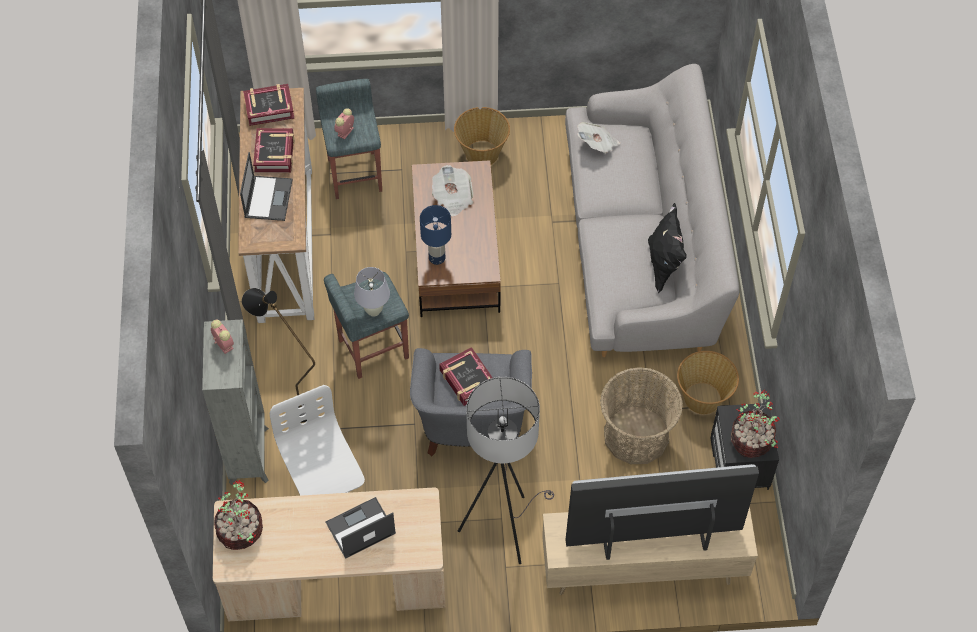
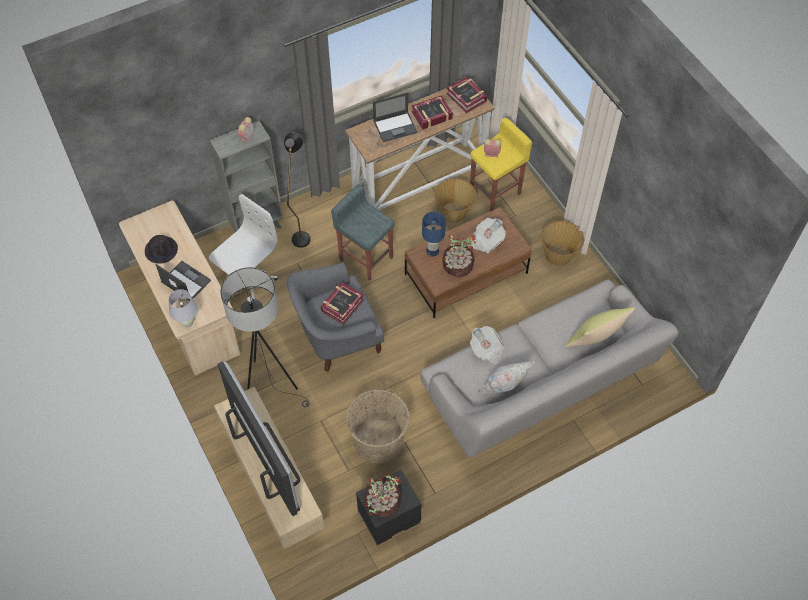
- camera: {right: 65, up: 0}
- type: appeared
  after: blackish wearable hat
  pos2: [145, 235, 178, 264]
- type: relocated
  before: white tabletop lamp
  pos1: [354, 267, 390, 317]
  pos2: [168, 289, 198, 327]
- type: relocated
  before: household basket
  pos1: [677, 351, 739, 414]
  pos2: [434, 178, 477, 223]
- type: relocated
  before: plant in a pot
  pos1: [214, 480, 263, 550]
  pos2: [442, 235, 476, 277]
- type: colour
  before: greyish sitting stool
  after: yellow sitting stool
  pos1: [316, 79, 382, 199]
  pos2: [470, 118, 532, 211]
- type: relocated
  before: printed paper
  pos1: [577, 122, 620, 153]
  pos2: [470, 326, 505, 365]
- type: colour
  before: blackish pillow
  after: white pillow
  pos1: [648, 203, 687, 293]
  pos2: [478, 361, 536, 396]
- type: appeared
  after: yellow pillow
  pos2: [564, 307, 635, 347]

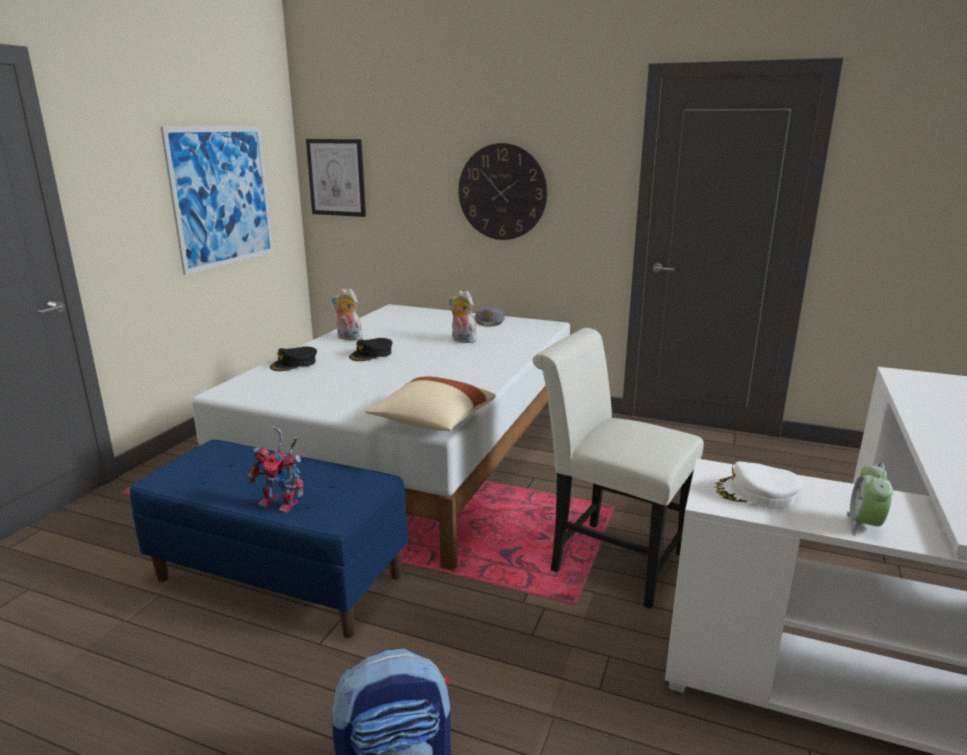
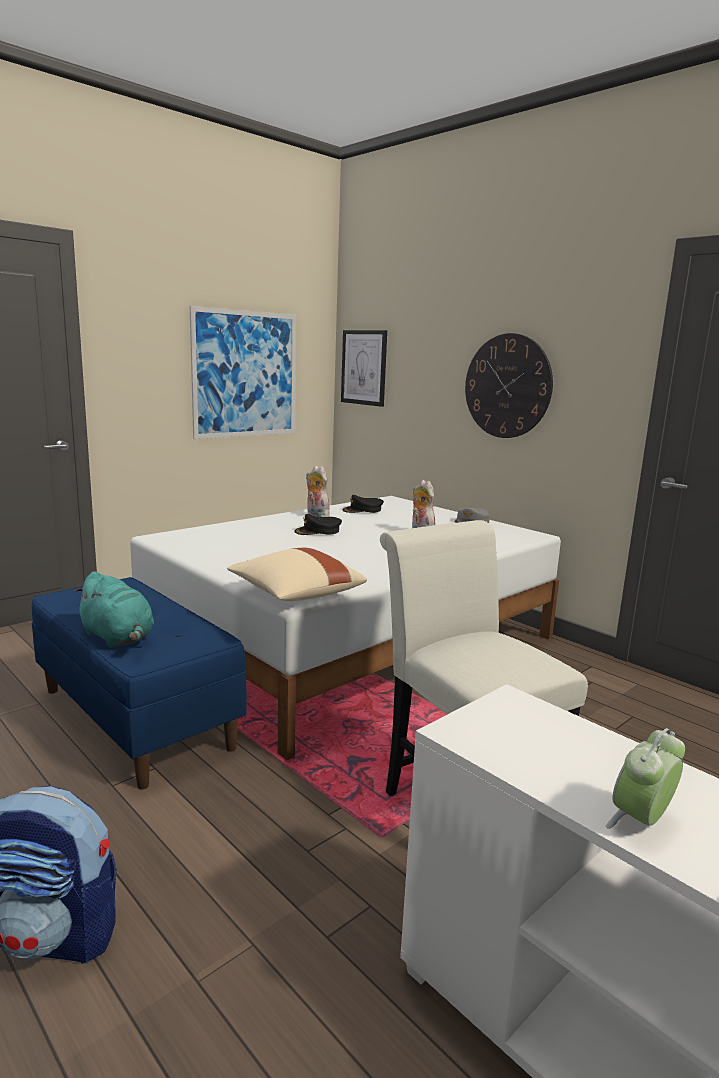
- camera: {right: 25, up: -5}
- type: exchanged
  before: robot figure
  after: blue-green cuddly toy
  pos1: [247, 426, 304, 513]
  pos2: [74, 571, 154, 648]
- type: relocated
  before: blackish baseball cap
  pos1: [270, 346, 317, 371]
  pos2: [342, 495, 384, 513]
- type: missing
  before: white baseball cap
  pos1: [713, 461, 803, 508]

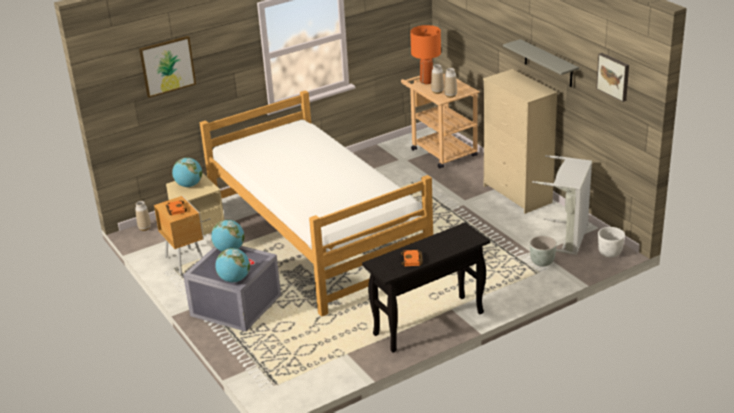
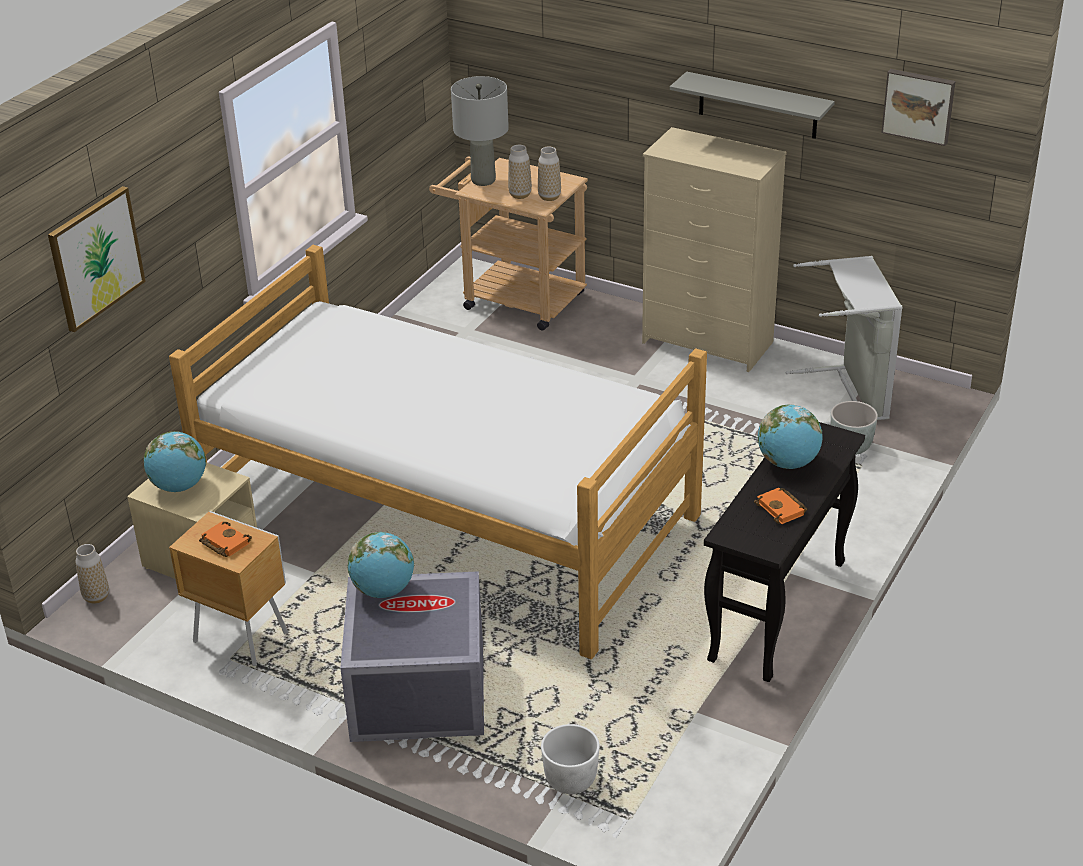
- camera: {right: -30, up: 5}
- type: colour
  before: orangey tabletop lamp
  after: greyish tabletop lamp
  pos1: [410, 25, 441, 84]
  pos2: [451, 76, 509, 186]
- type: relocated
  before: white flower pot
  pos1: [598, 227, 625, 257]
  pos2: [541, 724, 600, 794]
- type: relocated
  before: world globe
  pos1: [215, 248, 250, 282]
  pos2: [758, 404, 822, 469]

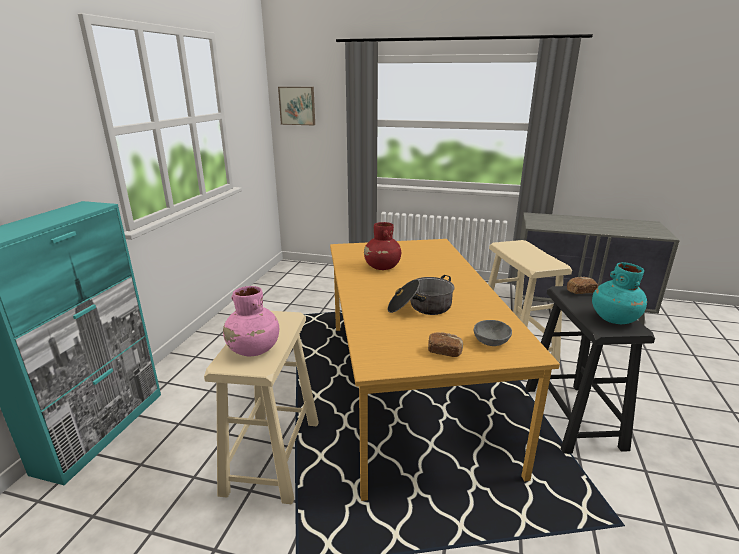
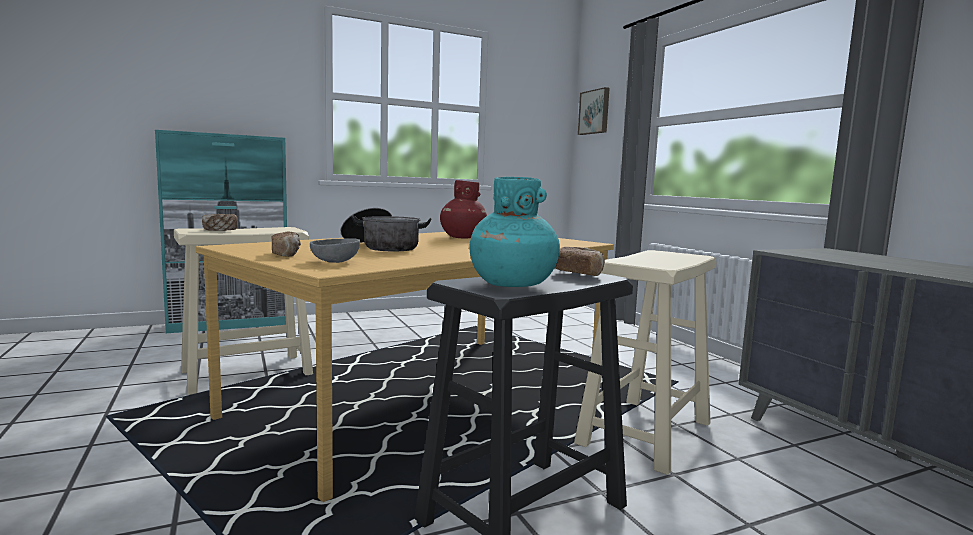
- camera: {right: 50, up: -15}
- type: exchanged
  before: pink-coloured vase
  after: bakery bread
  pos1: [223, 286, 279, 356]
  pos2: [202, 214, 238, 231]

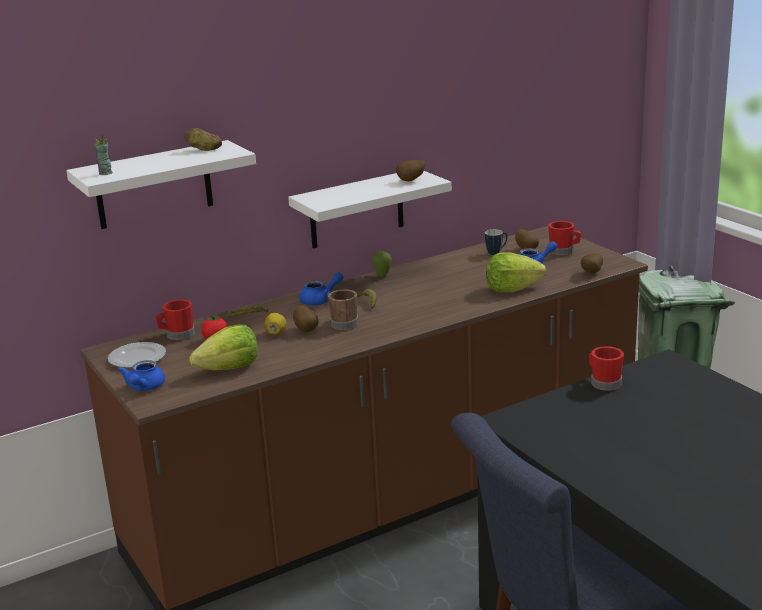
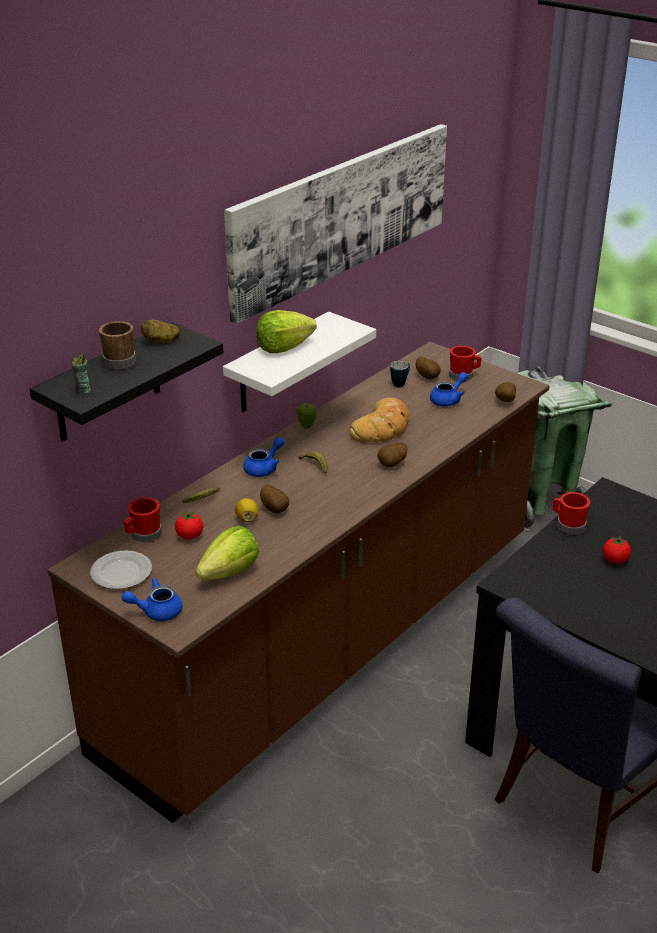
- camera: {right: -20, up: 10}
- type: colour
  before: white wall shelf
  after: blackish wall shelf
  pos1: [66, 140, 256, 229]
  pos2: [30, 322, 224, 442]
- type: relocated
  before: brown-coloured mug
  pos1: [328, 289, 358, 330]
  pos2: [99, 321, 136, 369]
- type: spun
  before: bluish pot for tea
  pos1: [118, 360, 165, 391]
  pos2: [122, 578, 182, 621]
  turn: 90
- type: appeared
  after: picture
  pos2: [224, 124, 447, 324]
- type: relocated
  before: head of lettuce
  pos1: [486, 252, 546, 293]
  pos2: [256, 310, 317, 353]
- type: appeared
  after: bakery bread
  pos2: [350, 397, 410, 442]
- type: relocated
  before: whole potato
  pos1: [396, 160, 425, 181]
  pos2: [377, 443, 407, 467]
- type: appeared
  after: tomato
  pos2: [603, 536, 631, 564]

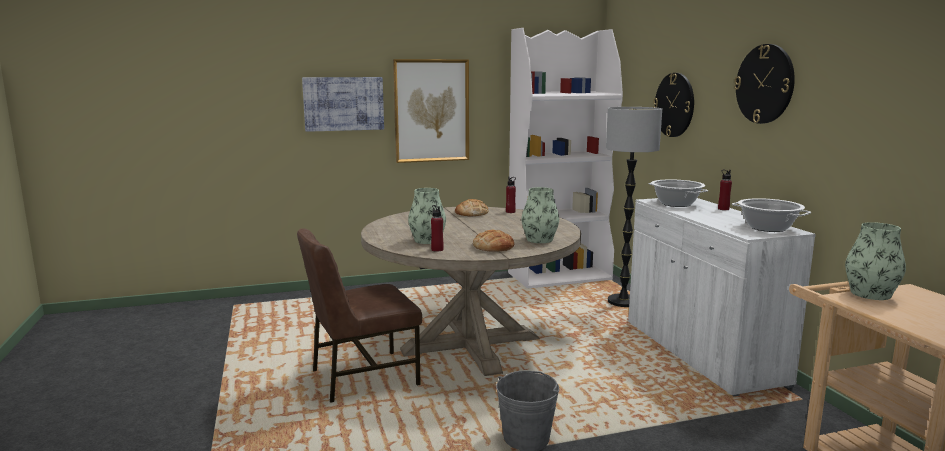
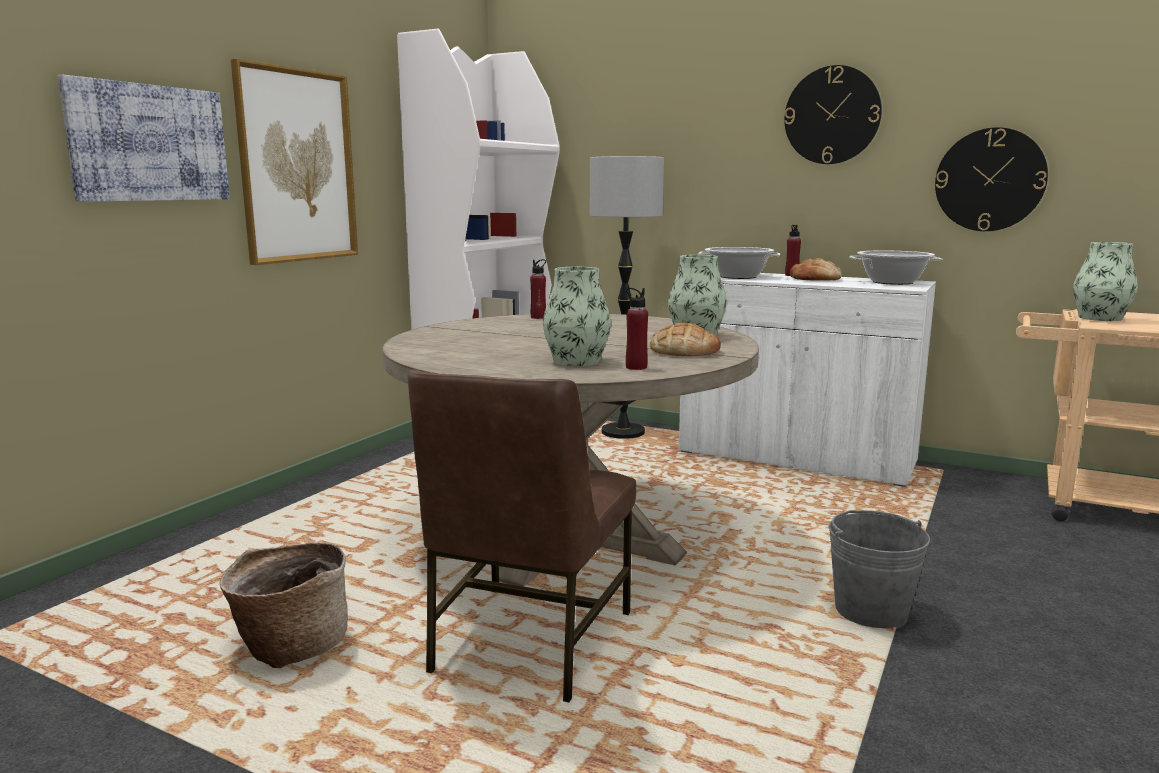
- camera: {right: -45, up: 0}
- type: appeared
  after: household basket
  pos2: [219, 542, 348, 668]
- type: relocated
  before: bakery bread
  pos1: [455, 199, 488, 216]
  pos2: [790, 258, 842, 280]
- type: relocated
  before: wall clock
  pos1: [653, 73, 694, 137]
  pos2: [935, 127, 1048, 231]

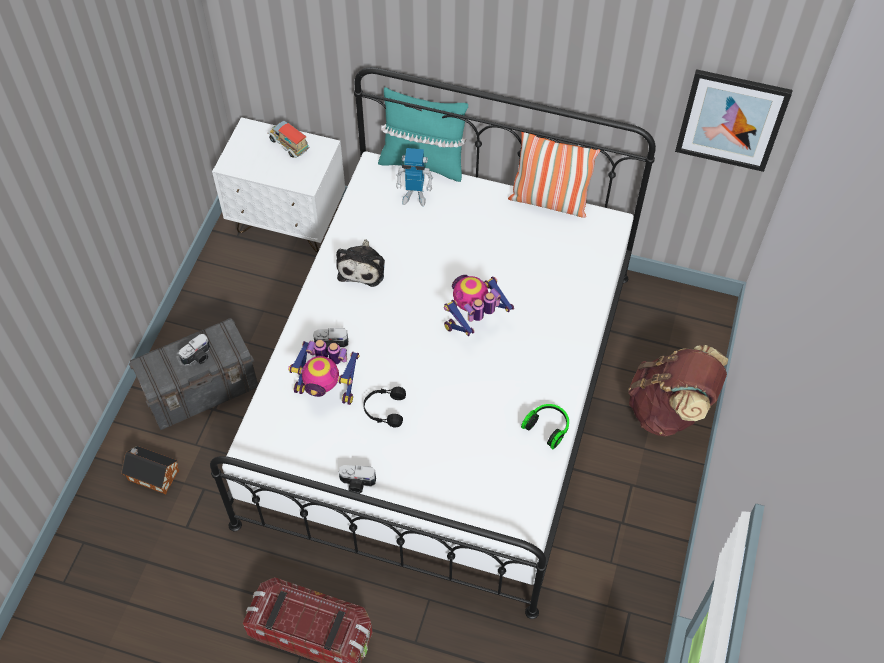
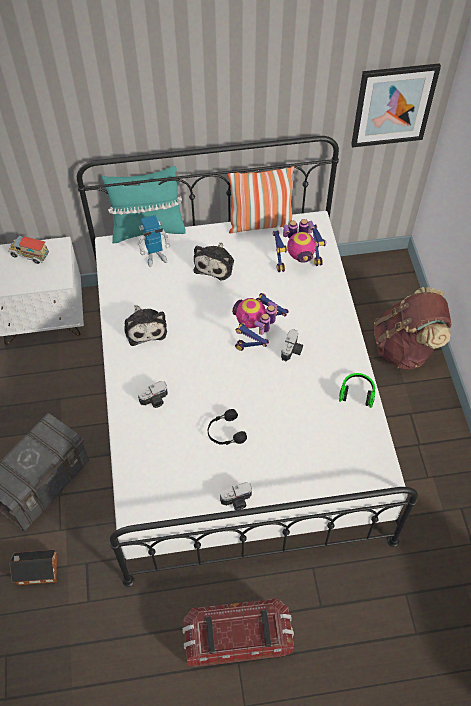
- camera: {right: -25, up: 0}
- type: appeared
  after: cuddly toy
  pos2: [194, 242, 234, 280]
- type: relocated
  before: robot figure
  pos1: [288, 340, 360, 405]
  pos2: [272, 219, 327, 272]
- type: relocated
  before: still camera
  pos1: [179, 334, 210, 365]
  pos2: [281, 329, 303, 362]

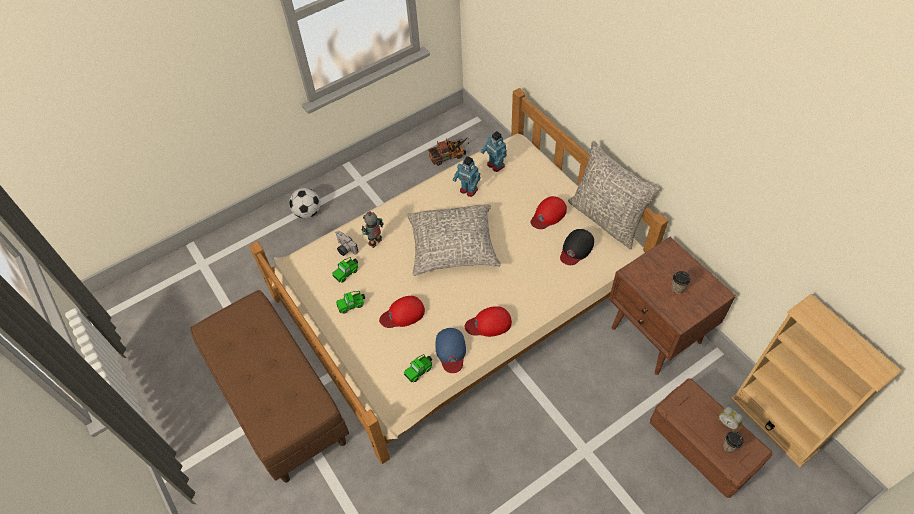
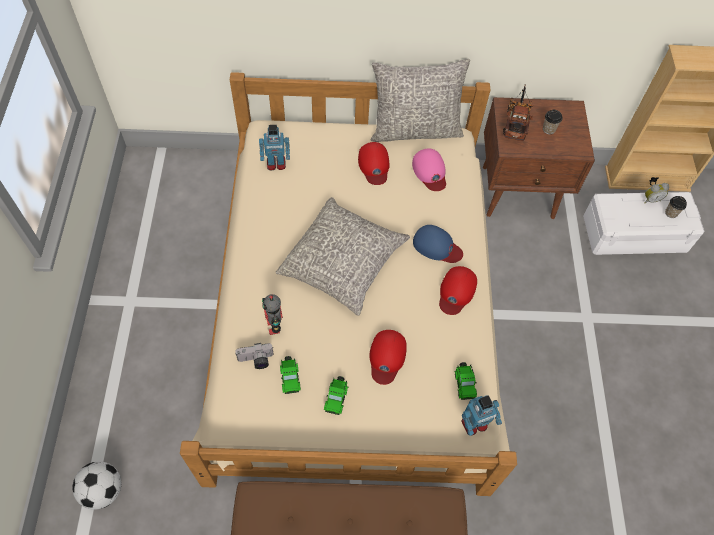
- camera: {right: -60, up: 5}
- type: relocated
  before: football ball
  pos1: [289, 188, 320, 218]
  pos2: [72, 461, 121, 510]
- type: colour
  before: blackish baseball cap
  after: pink-coloured baseball cap
  pos1: [560, 229, 594, 265]
  pos2: [412, 149, 446, 191]
- type: relocated
  before: bluish baseball cap
  pos1: [435, 328, 466, 373]
  pos2: [413, 225, 463, 263]
- type: relocated
  before: robot figure
  pos1: [453, 156, 480, 197]
  pos2: [461, 395, 502, 436]
- type: relocated
  before: toy lorry
  pos1: [428, 137, 469, 166]
  pos2: [503, 84, 533, 141]
- type: colour
  before: brown-coloured storage bin
  after: white storage bin
  pos1: [650, 378, 772, 498]
  pos2: [583, 192, 705, 255]

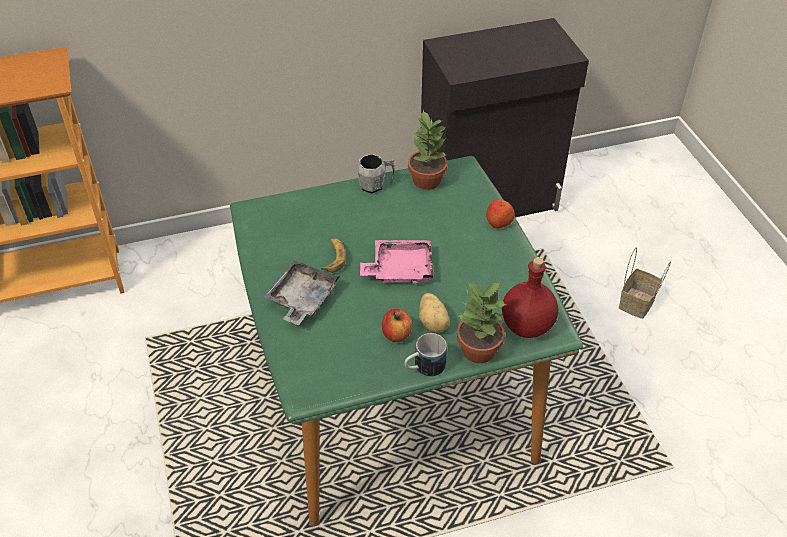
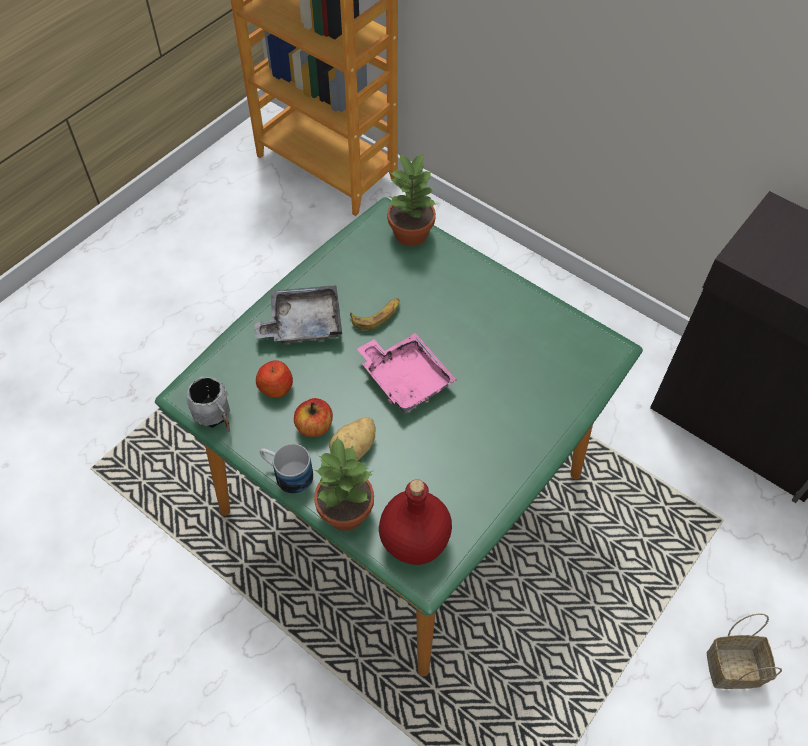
- camera: {right: 55, up: 10}
- type: relocated
  before: greyish mug
  pos1: [357, 154, 395, 194]
  pos2: [187, 376, 230, 432]
- type: relocated
  before: apple
  pos1: [486, 199, 515, 228]
  pos2: [256, 360, 293, 398]
- type: relocated
  before: plant in a pot
  pos1: [408, 110, 447, 190]
  pos2: [387, 153, 436, 246]

